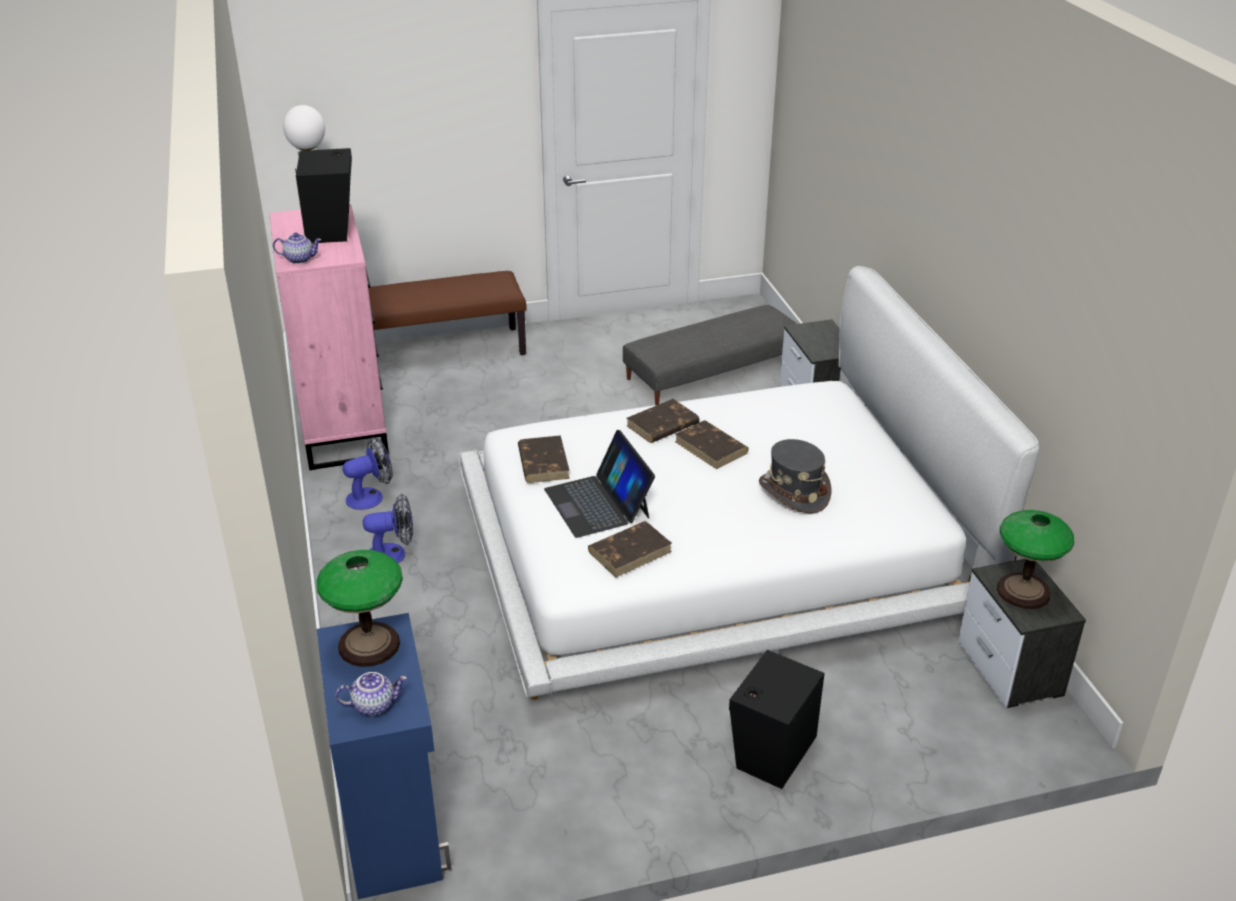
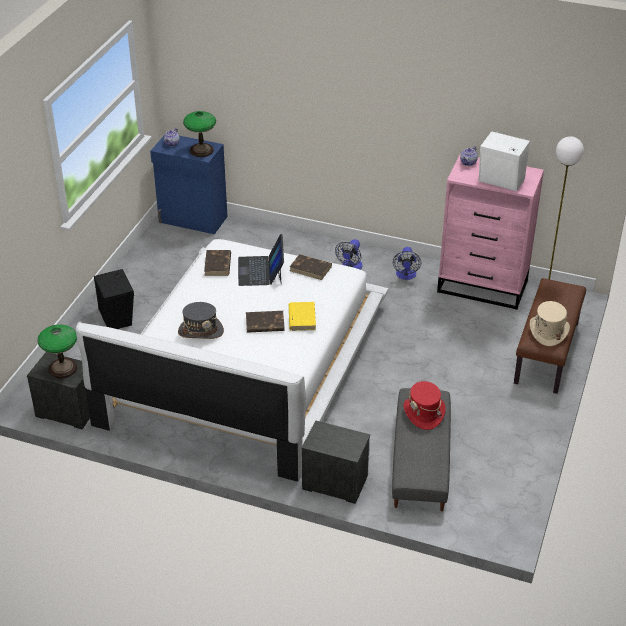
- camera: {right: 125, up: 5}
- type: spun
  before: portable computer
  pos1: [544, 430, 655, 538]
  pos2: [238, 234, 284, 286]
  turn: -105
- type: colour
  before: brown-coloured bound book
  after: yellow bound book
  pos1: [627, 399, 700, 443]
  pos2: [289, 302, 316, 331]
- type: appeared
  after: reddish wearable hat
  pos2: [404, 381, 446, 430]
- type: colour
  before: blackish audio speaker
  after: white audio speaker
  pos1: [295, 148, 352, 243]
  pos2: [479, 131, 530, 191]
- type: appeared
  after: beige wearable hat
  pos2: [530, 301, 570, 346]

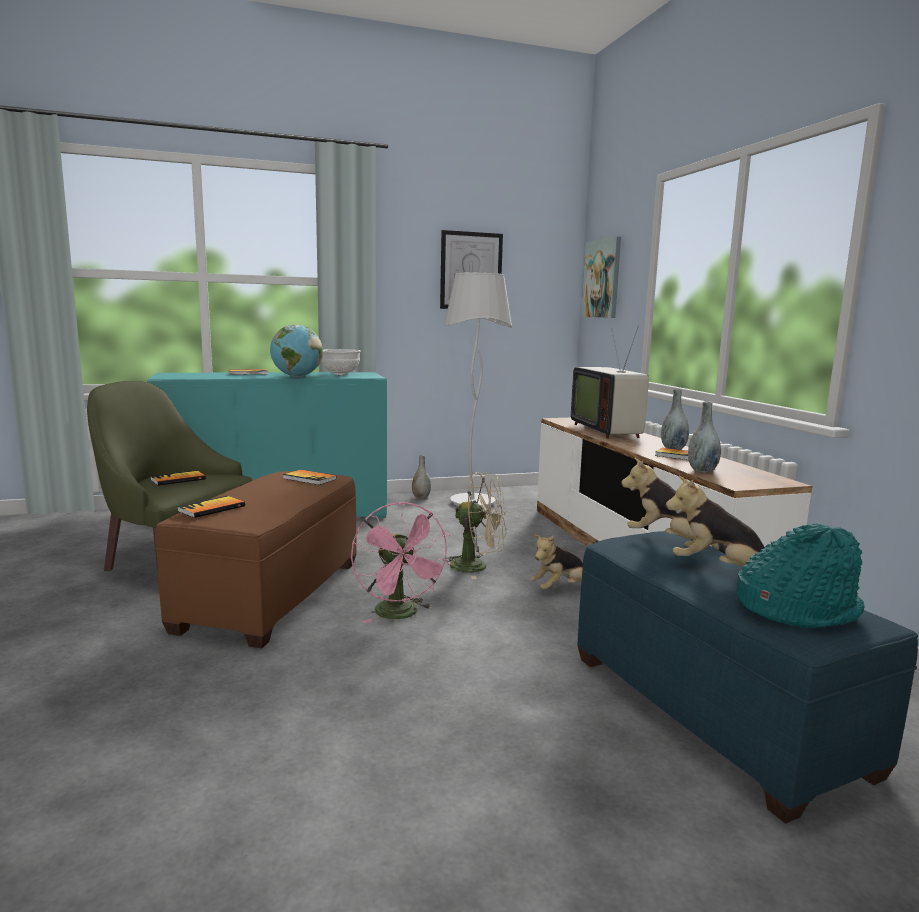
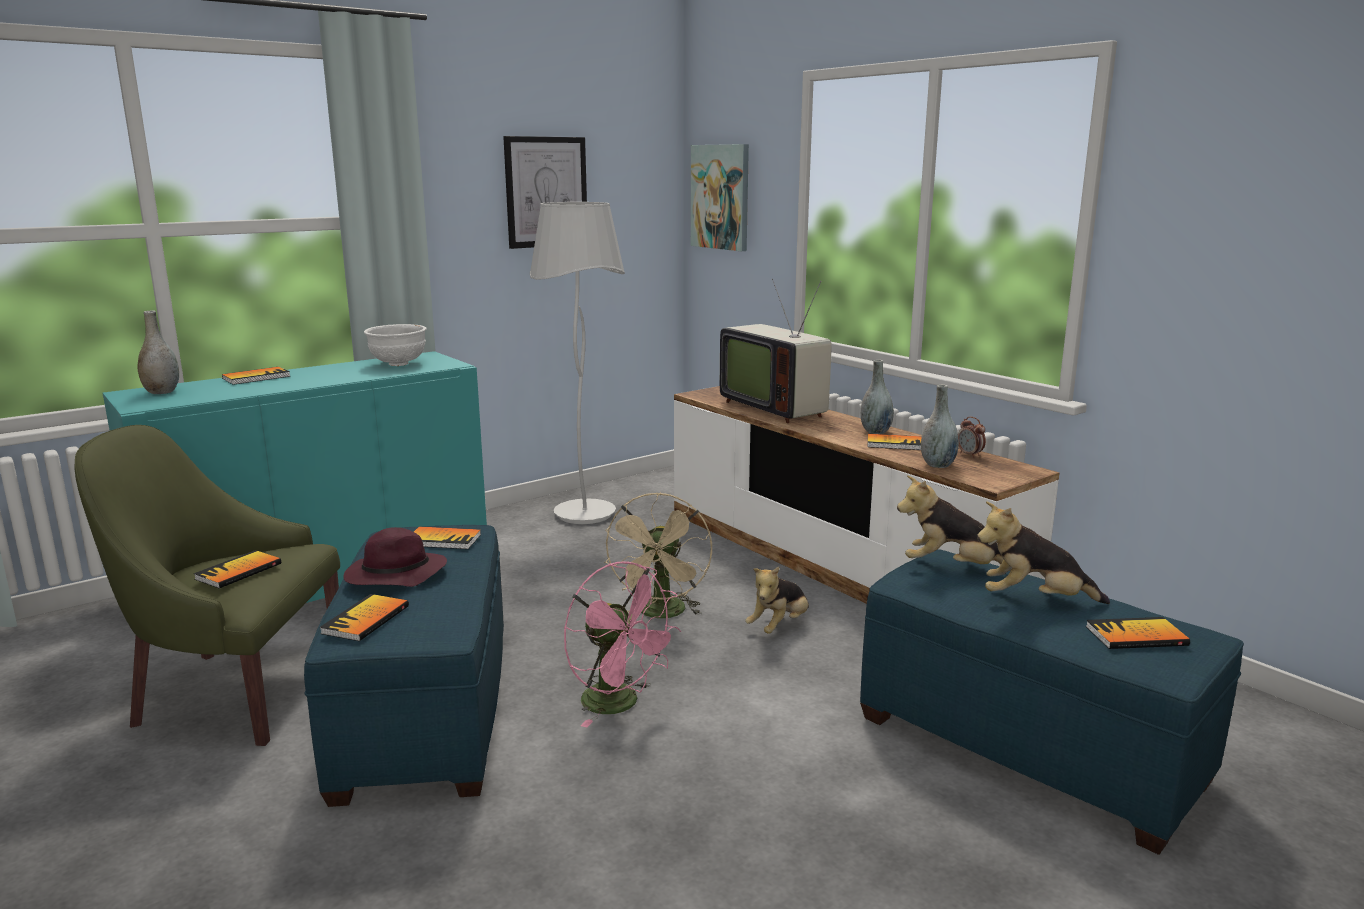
- camera: {right: -20, up: 5}
- type: relocated
  before: greyish vase
  pos1: [412, 455, 431, 499]
  pos2: [138, 310, 179, 394]
- type: colour
  before: brown-coloured footrest
  after: bluish footrest
  pos1: [155, 471, 356, 648]
  pos2: [304, 525, 504, 807]
- type: appeared
  after: purplish wearable hat
  pos2: [343, 527, 447, 587]
- type: spun
  before: beige cooling fan
  pos1: [446, 472, 506, 579]
  pos2: [604, 492, 712, 618]
  turn: 105
- type: appeared
  after: table clock
  pos2: [958, 416, 986, 458]
- type: exchanged
  before: blue-green wearable hat
  after: bound book
  pos1: [737, 523, 864, 628]
  pos2: [1086, 617, 1190, 649]
- type: missing
  before: world globe
  pos1: [270, 325, 323, 377]

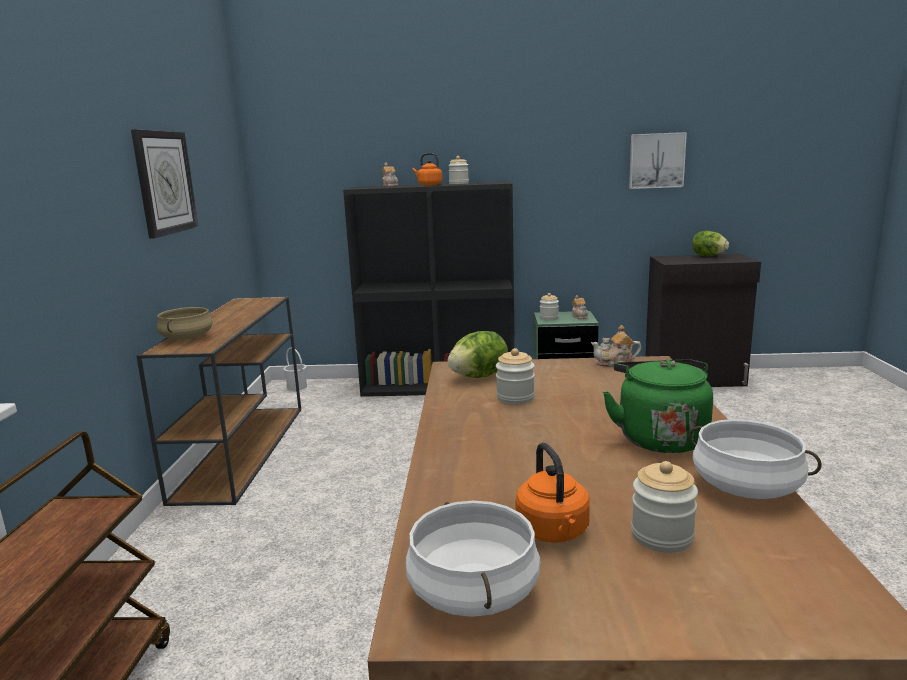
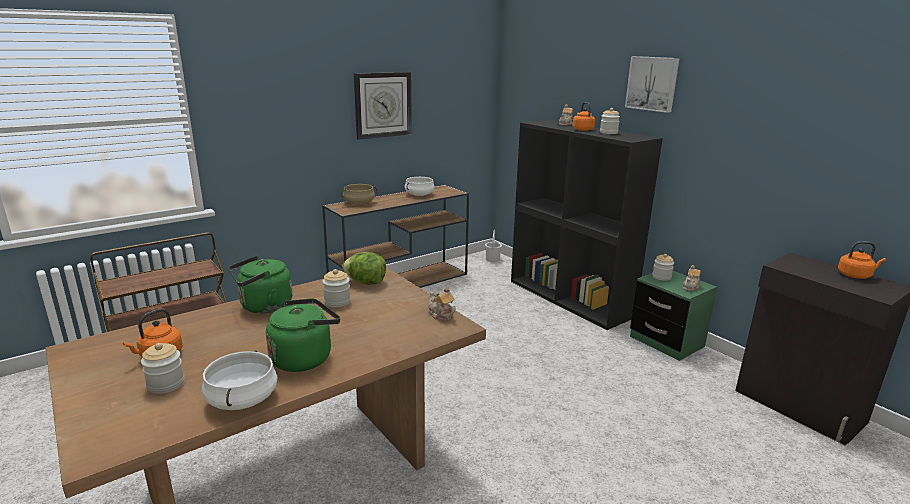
- camera: {right: 50, up: 5}
- type: appeared
  after: green-coloured water kettle
  pos2: [229, 256, 293, 314]
- type: relocated
  before: white saucepot
  pos1: [406, 501, 541, 617]
  pos2: [405, 177, 435, 196]
- type: relocated
  before: picture
  pos1: [629, 132, 687, 189]
  pos2: [625, 56, 680, 113]
- type: exchanged
  before: head of lettuce
  after: orangey water kettle
  pos1: [692, 231, 729, 256]
  pos2: [838, 241, 886, 279]

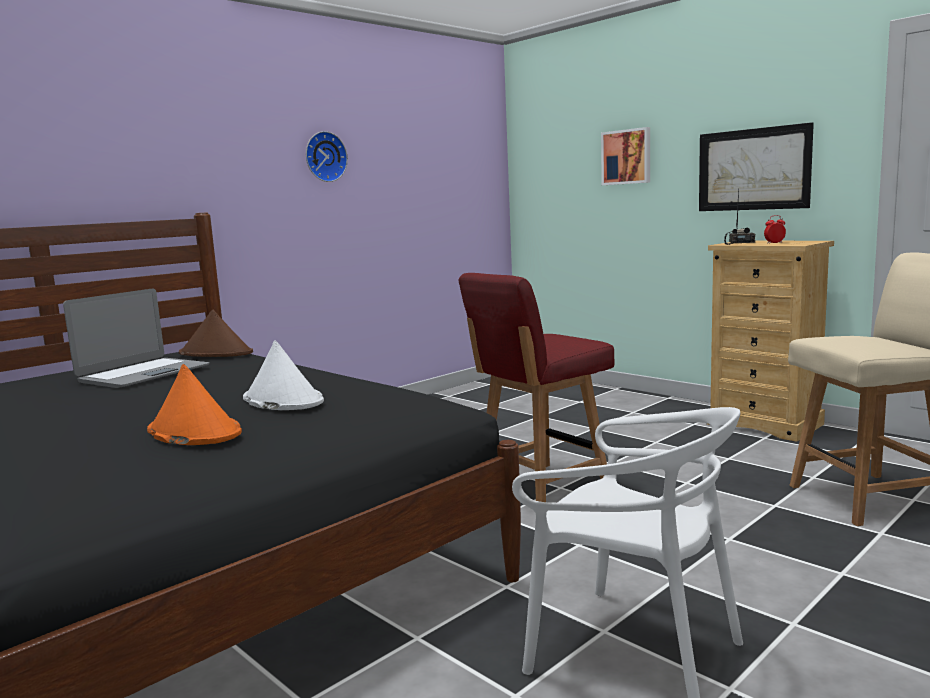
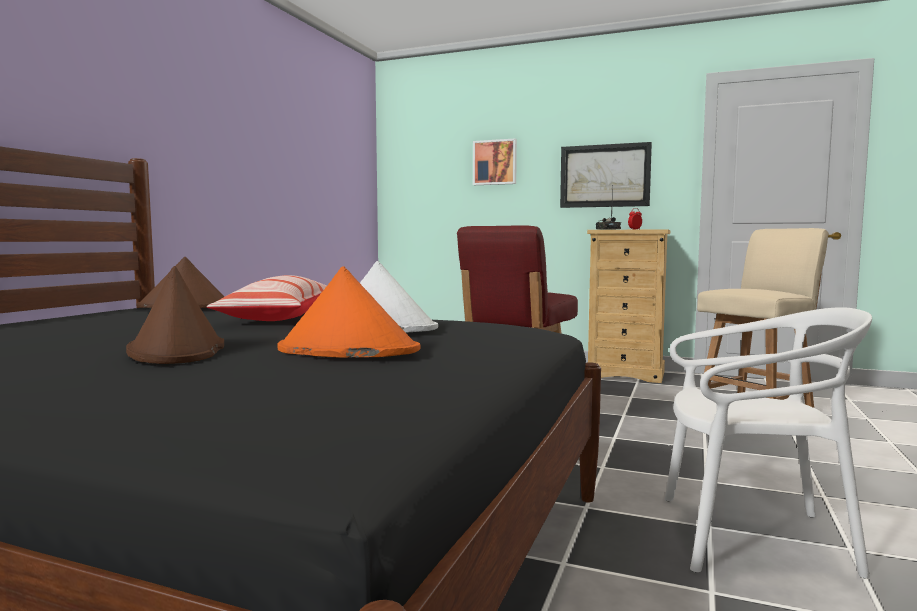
- camera: {right: -25, up: -5}
- type: appeared
  after: brown-coloured wearable hat
  pos2: [126, 266, 224, 364]
- type: appeared
  after: pillow
  pos2: [206, 275, 326, 321]
- type: missing
  before: portable computer
  pos1: [63, 288, 209, 388]
- type: missing
  before: wall clock
  pos1: [306, 131, 348, 182]

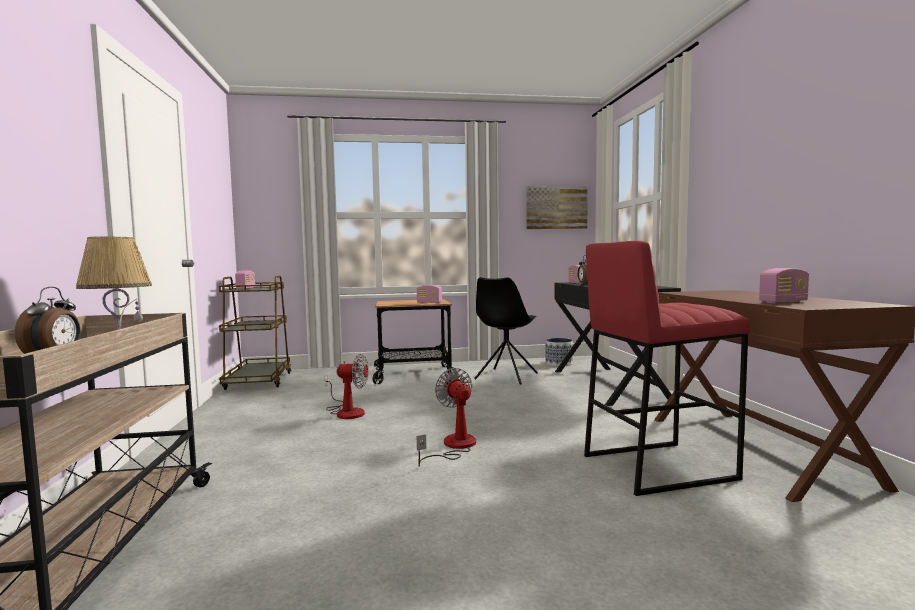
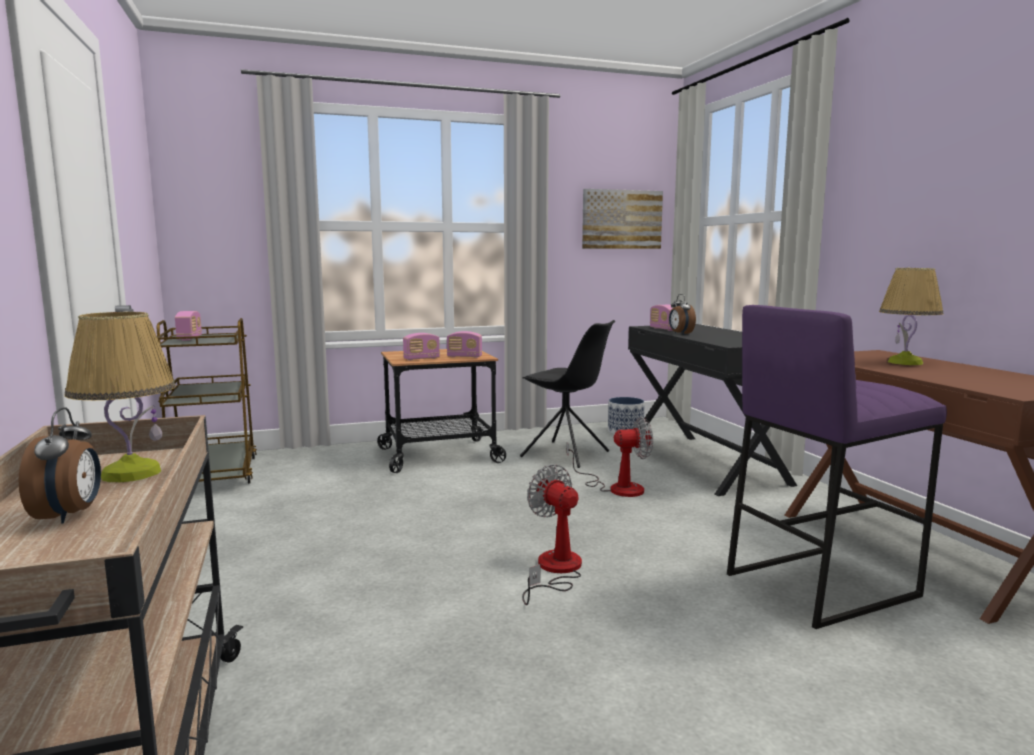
- camera: {right: -10, up: 5}
- type: relocated
  before: radio
  pos1: [759, 268, 809, 303]
  pos2: [403, 333, 440, 360]
- type: spun
  before: blackish plain chair
  pos1: [474, 277, 538, 385]
  pos2: [520, 320, 615, 468]
  turn: -75
- type: relocated
  before: cooling fan
  pos1: [325, 354, 368, 419]
  pos2: [567, 417, 653, 497]
- type: colour
  before: reddish sitting stool
  after: purplish sitting stool
  pos1: [584, 241, 751, 496]
  pos2: [727, 305, 947, 629]
- type: appeared
  after: tabletop lamp
  pos2: [879, 268, 943, 365]

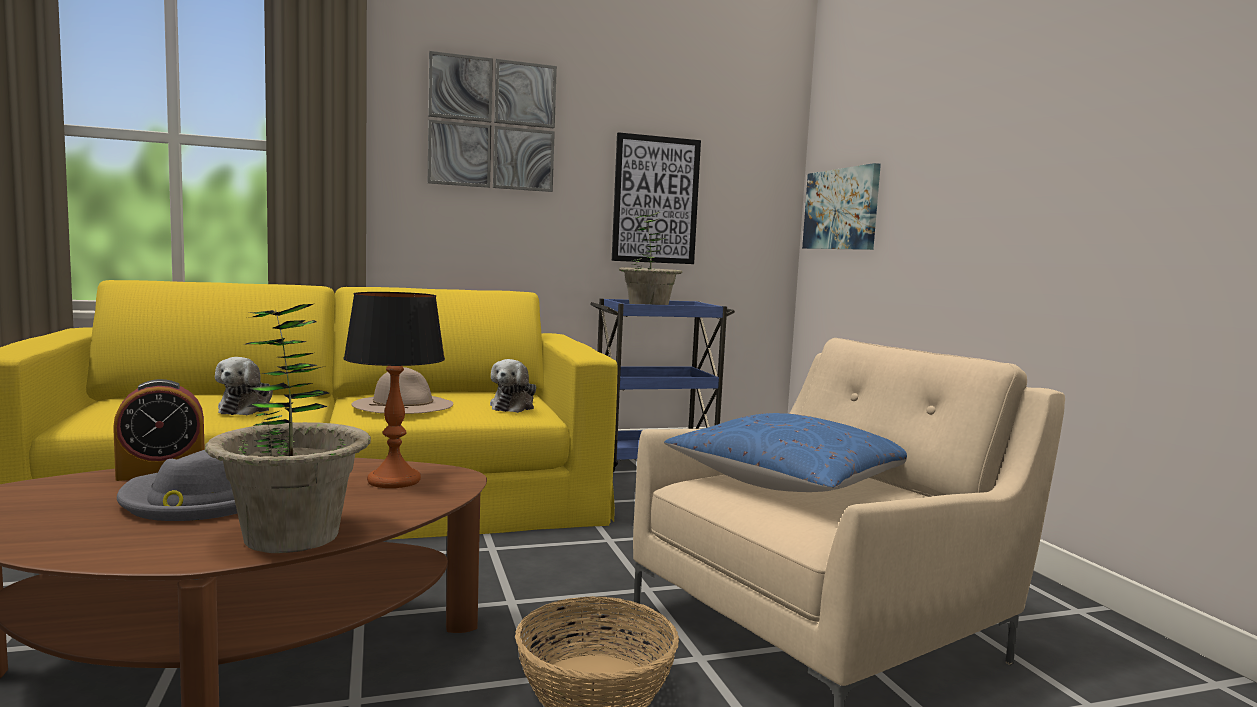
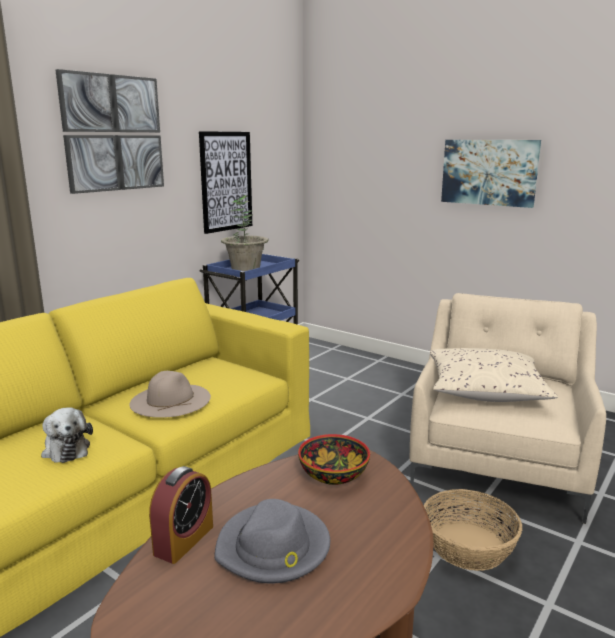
- camera: {right: -35, up: 10}
- type: exchanged
  before: tabletop lamp
  after: bowl
  pos1: [343, 292, 445, 488]
  pos2: [298, 434, 370, 485]
- type: colour
  before: bluish pillow
  after: beige pillow
  pos1: [664, 413, 907, 492]
  pos2: [430, 348, 558, 402]
- type: relocated
  before: picture
  pos1: [802, 163, 881, 250]
  pos2: [441, 140, 541, 208]
- type: missing
  before: plant in a pot
  pos1: [205, 304, 371, 553]
- type: missing
  before: cuddly toy
  pos1: [490, 359, 536, 413]

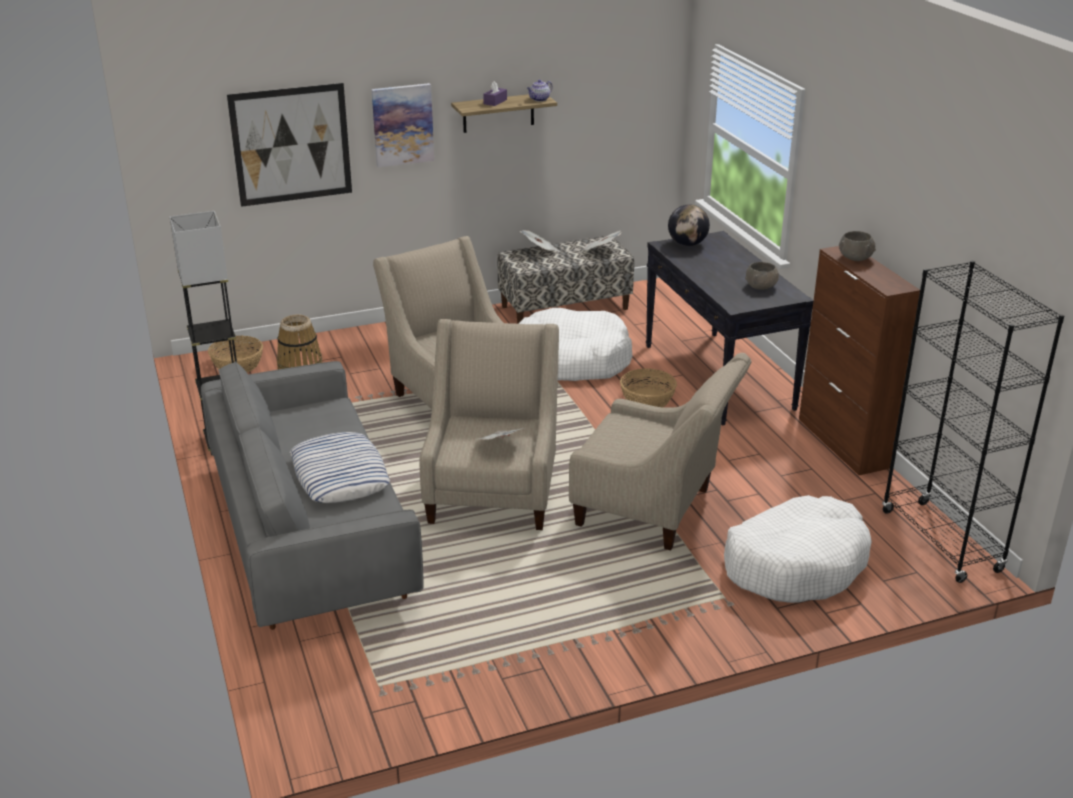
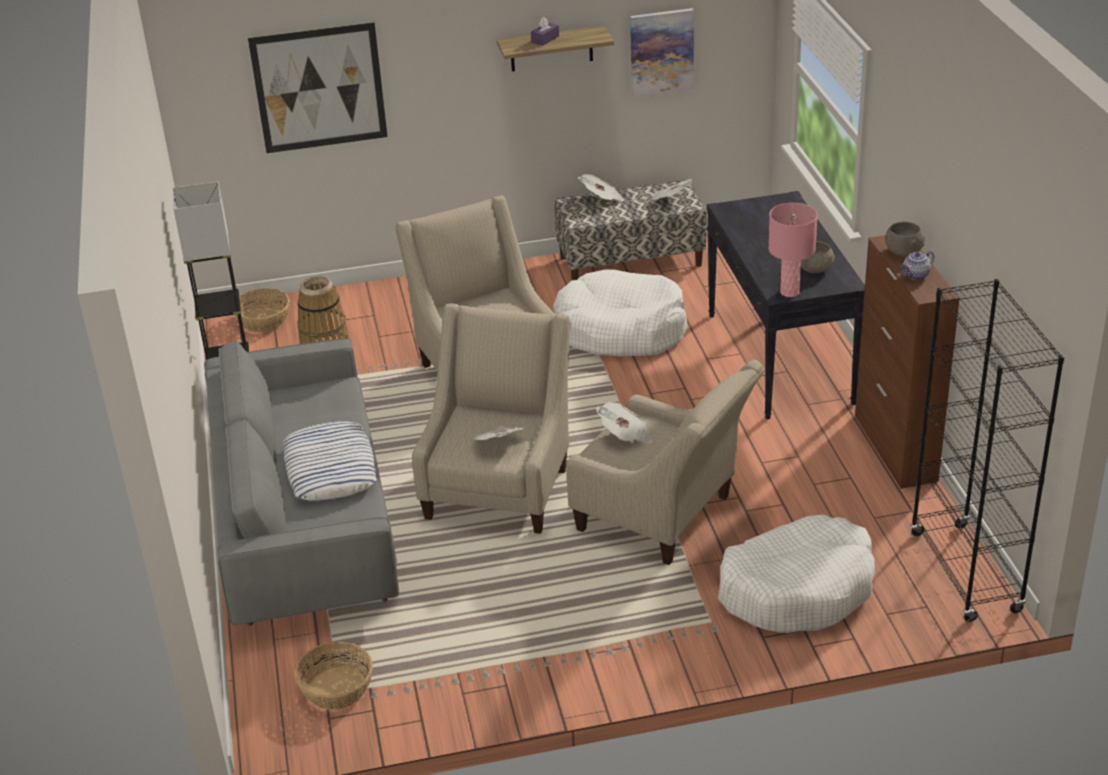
- camera: {right: 10, up: 5}
- type: relocated
  before: household basket
  pos1: [620, 368, 677, 408]
  pos2: [294, 642, 373, 710]
- type: appeared
  after: printed paper
  pos2: [596, 402, 652, 443]
- type: relocated
  before: picture
  pos1: [372, 83, 434, 167]
  pos2: [630, 8, 694, 97]
- type: appeared
  after: pink-coloured tabletop lamp
  pos2: [768, 203, 818, 297]
- type: relocated
  before: pot for tea
  pos1: [527, 80, 553, 102]
  pos2: [901, 251, 934, 280]
- type: missing
  before: world globe
  pos1: [668, 204, 710, 246]

